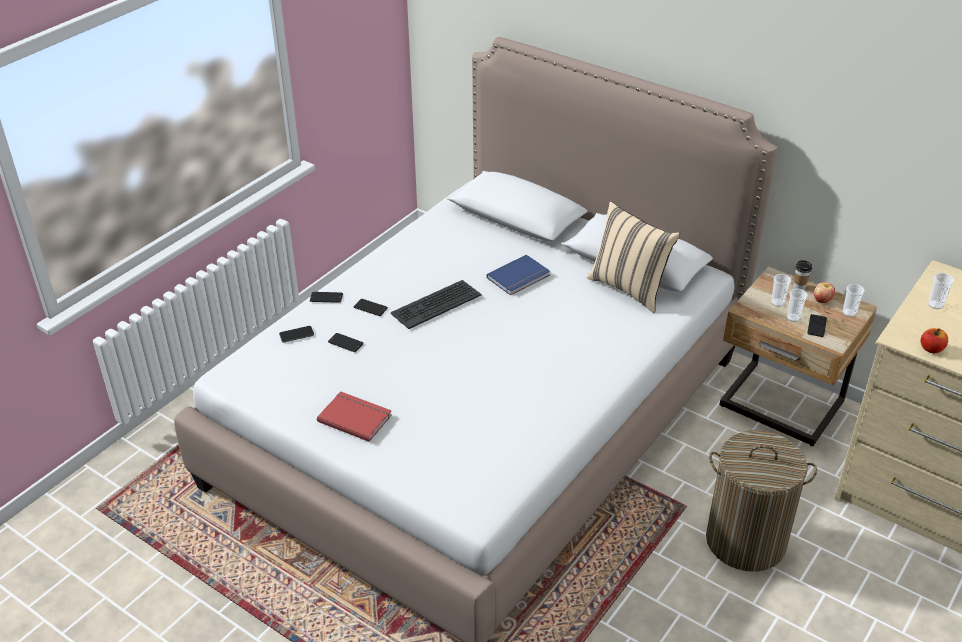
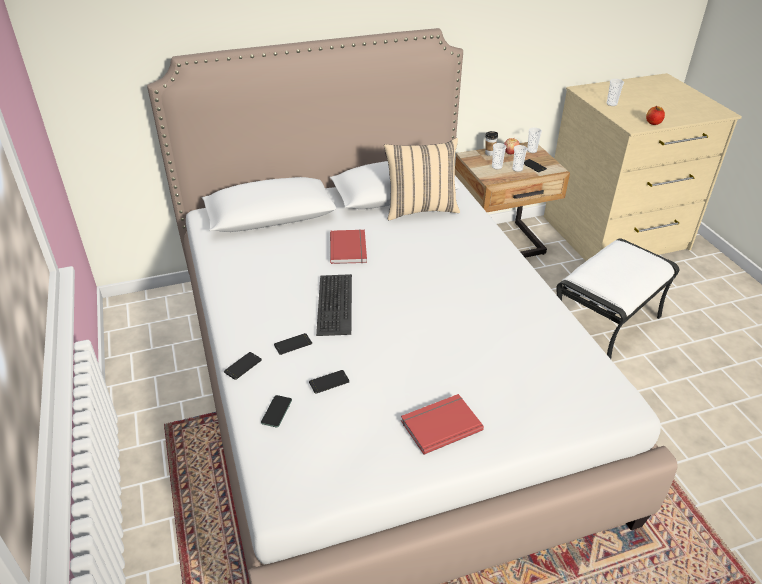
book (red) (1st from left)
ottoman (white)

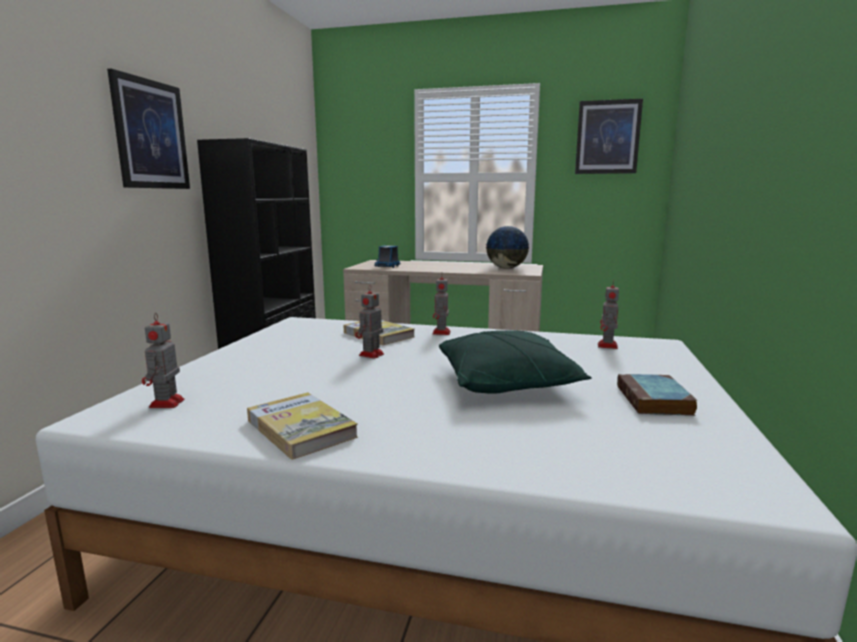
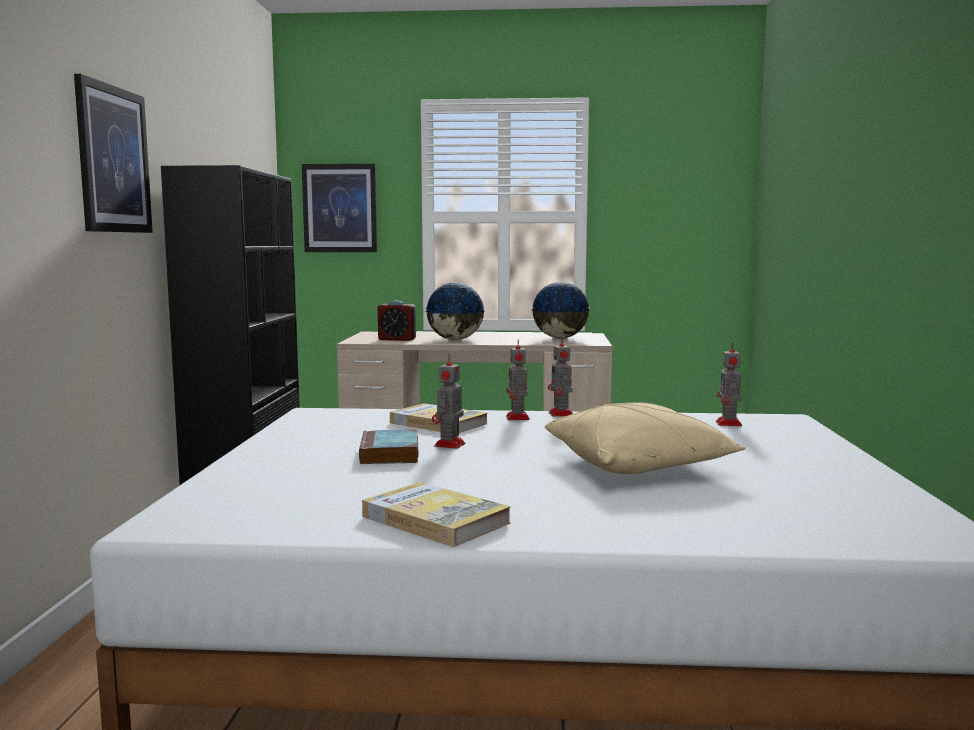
picture (2nd from left)
book (1st from left)
alarm clock
globe (1st from left)
pillow (beige)
toy robot (3rd from left)

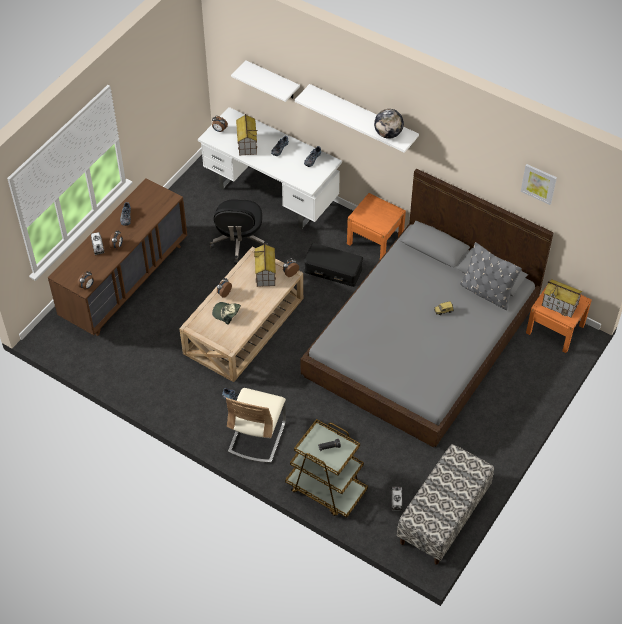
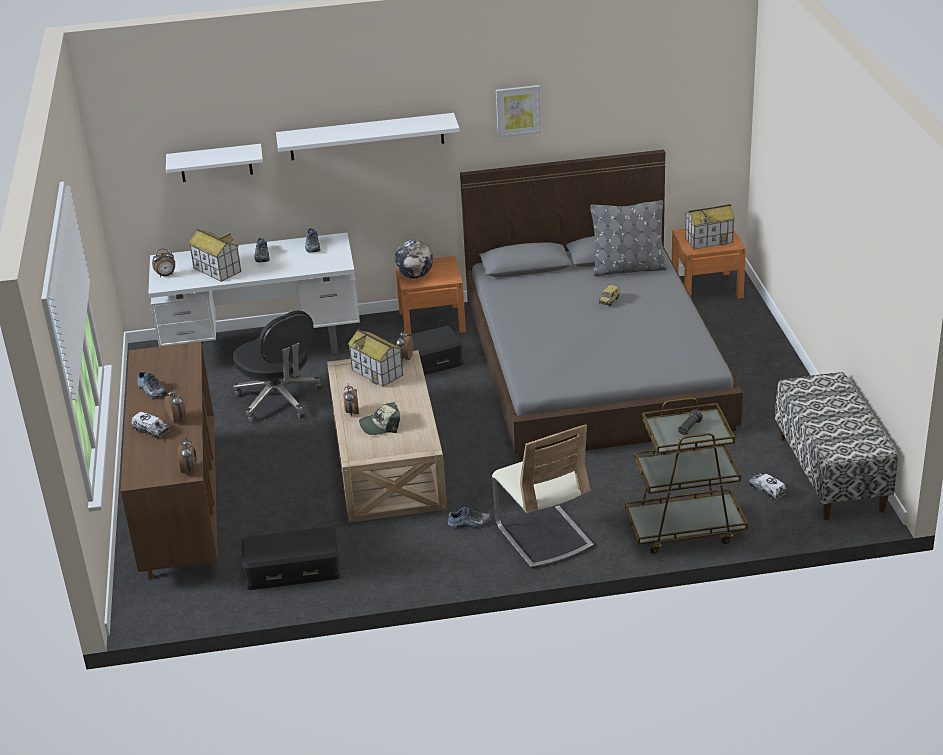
storage box (black) (1st from left)
globe
picture

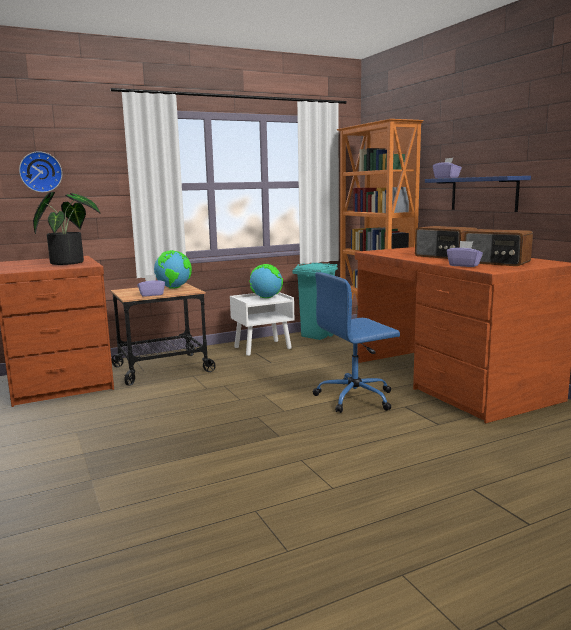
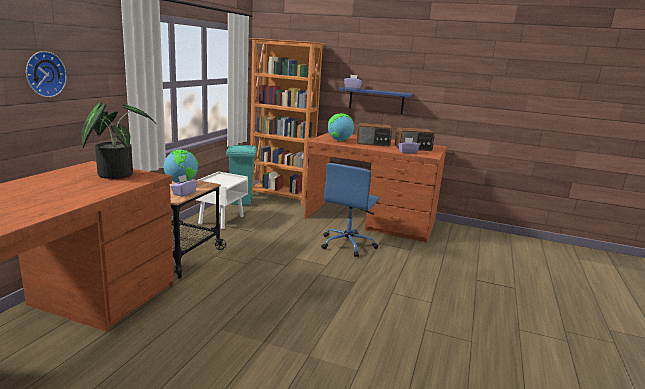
globe (2nd from left)

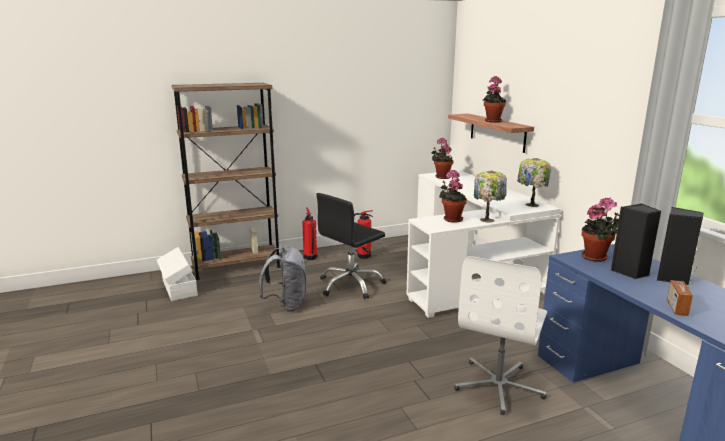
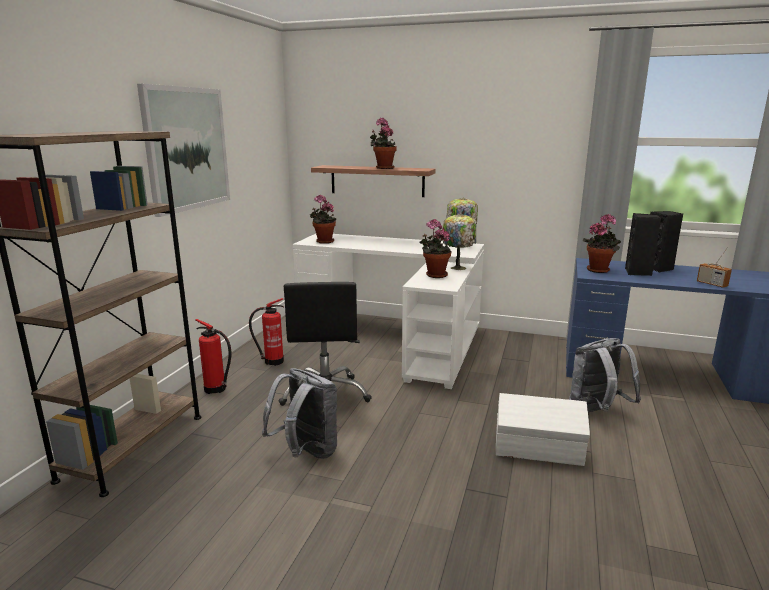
picture
storage box (white)
backpack (grey) (2nd from left)

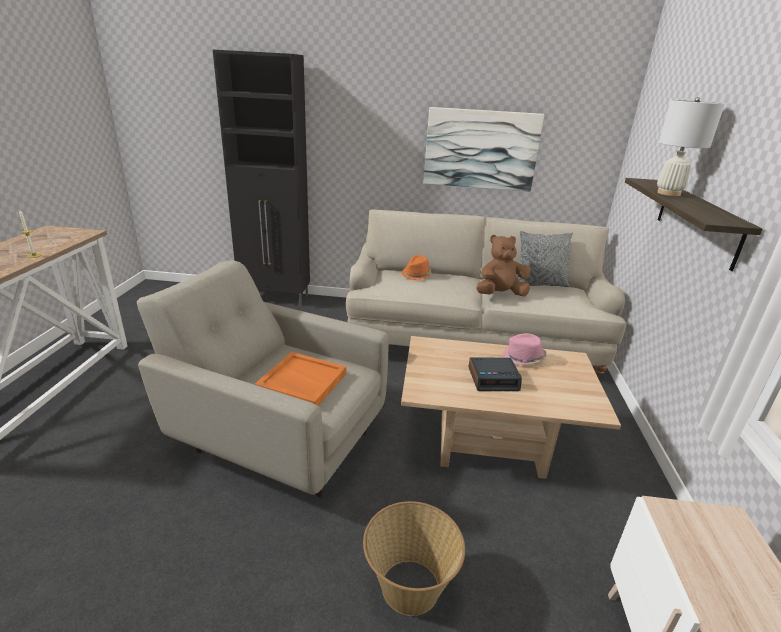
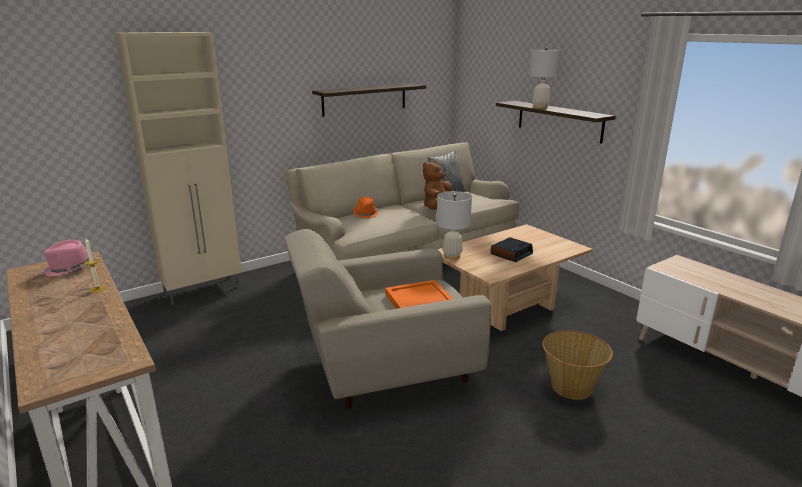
hat (pink)
cabinet (beige)
shelf (1st from left)
table lamp (white) (1st from left)

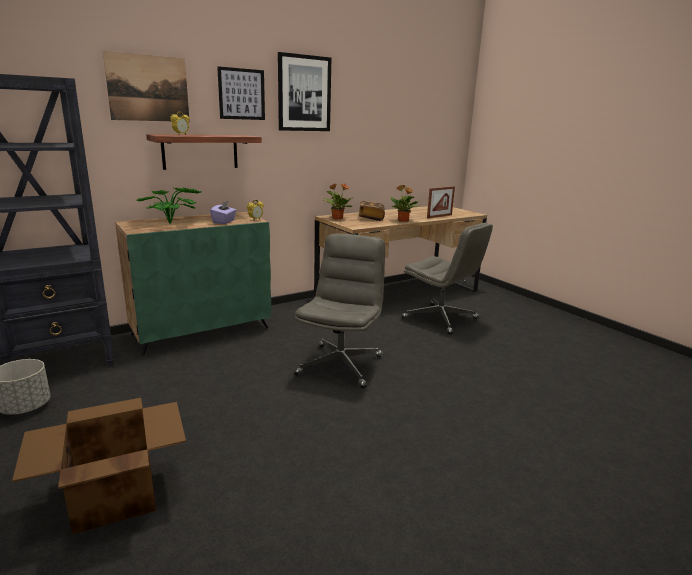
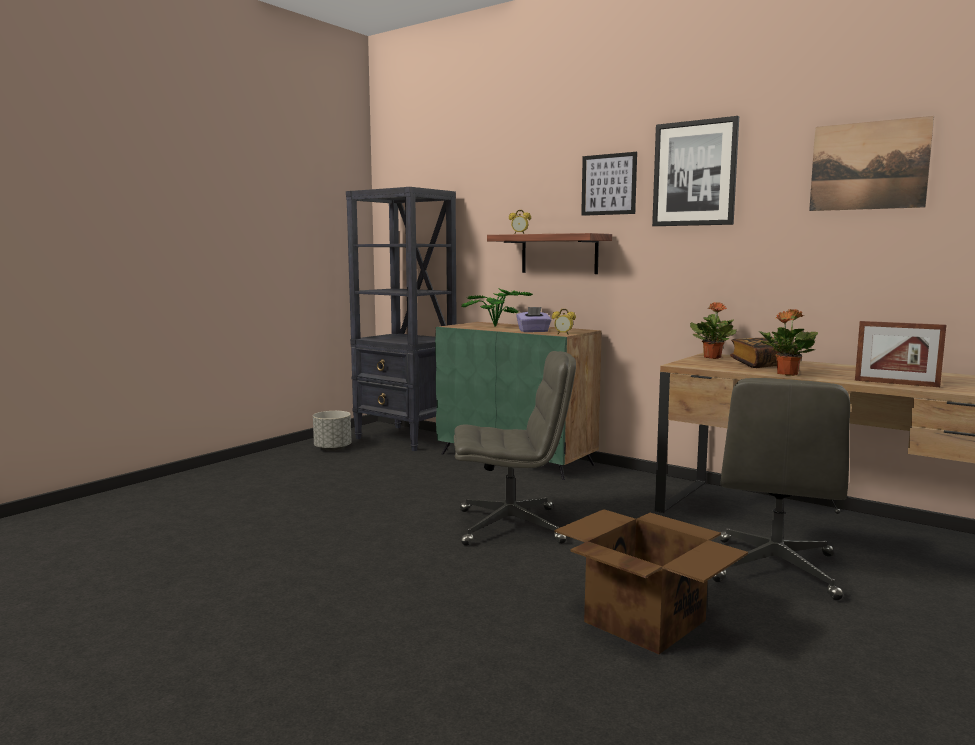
cardboard box
picture (3rd from left)

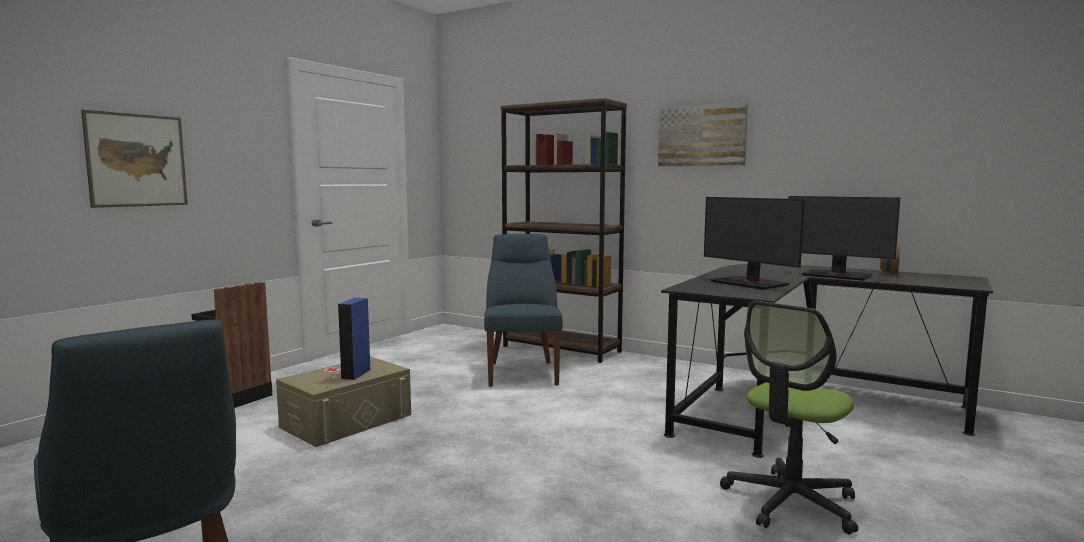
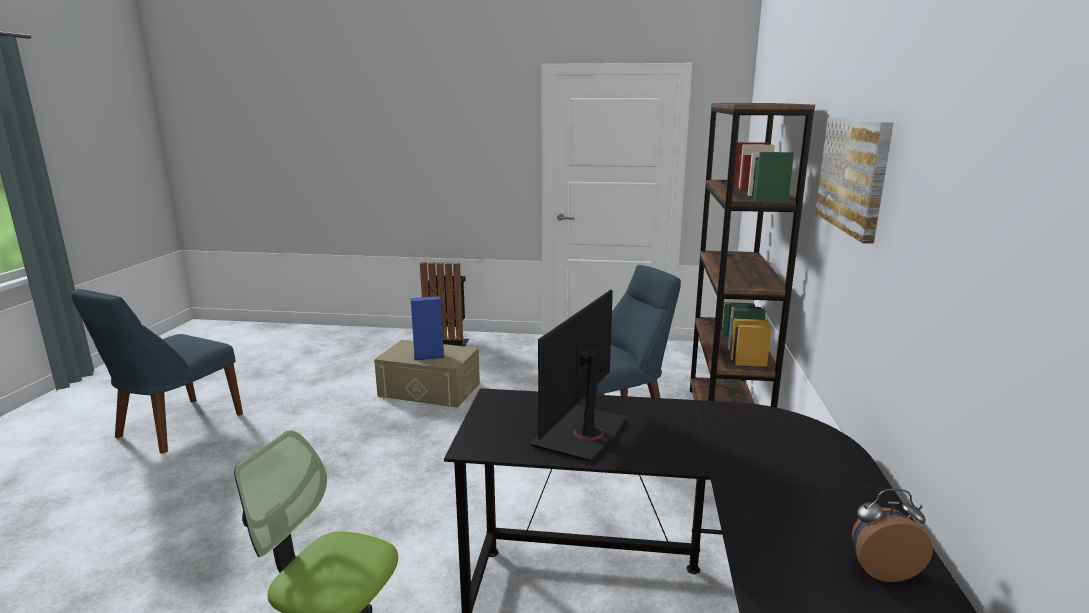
picture (1st from left in the first image)
monitor (2nd from left in the first image)

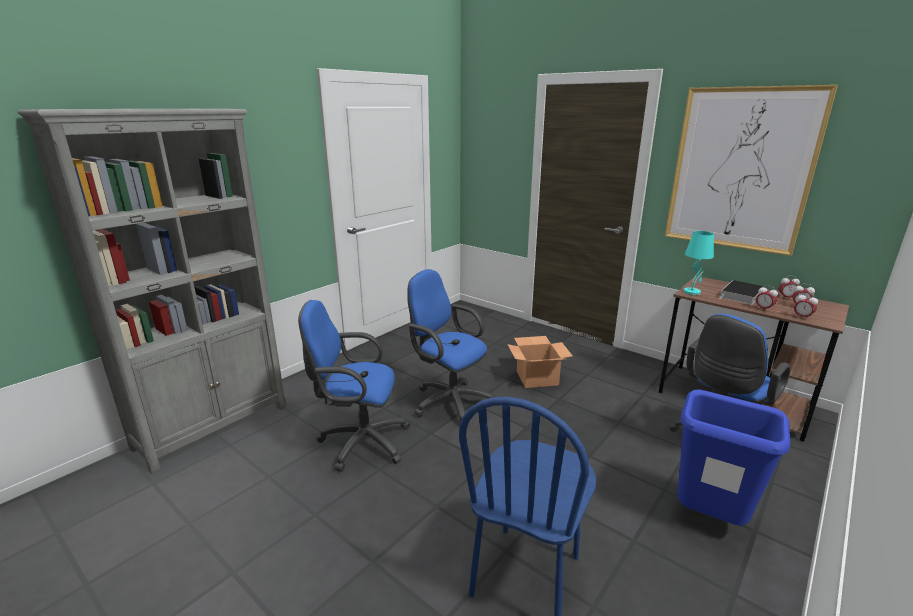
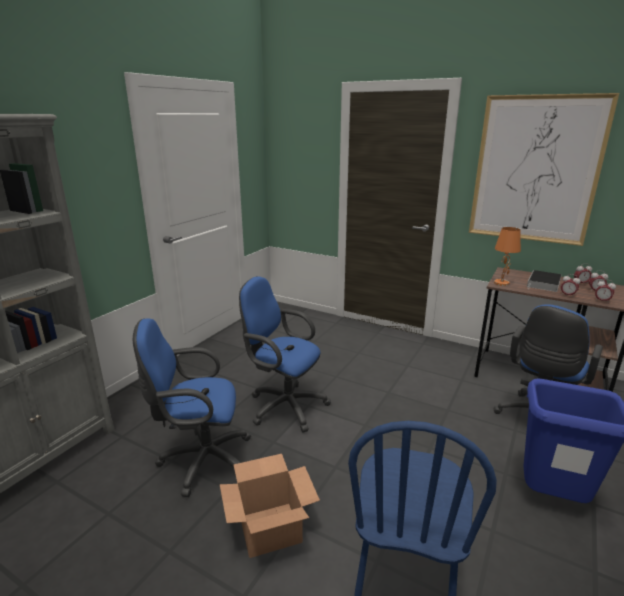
cardboard box
table lamp (orange)

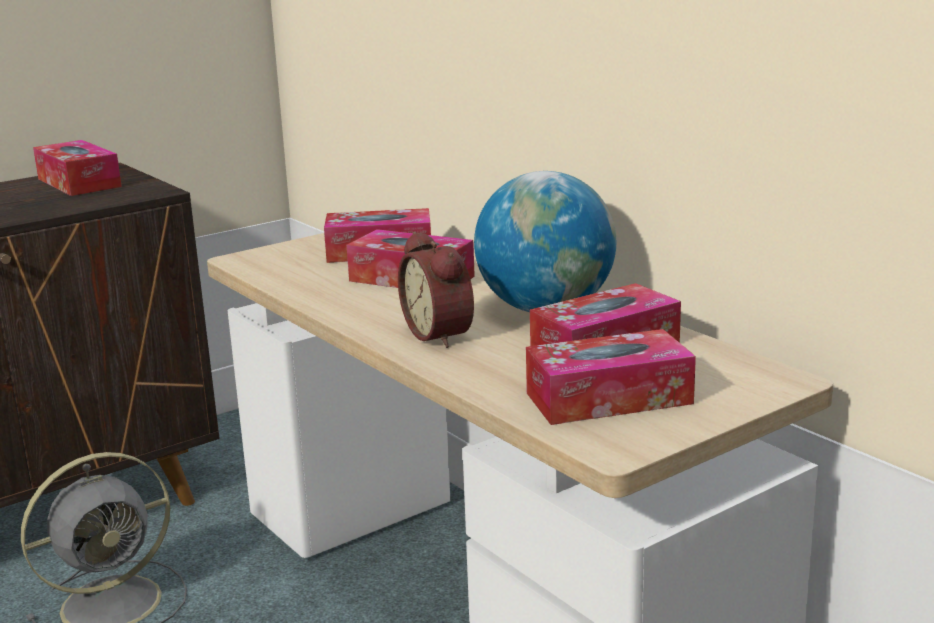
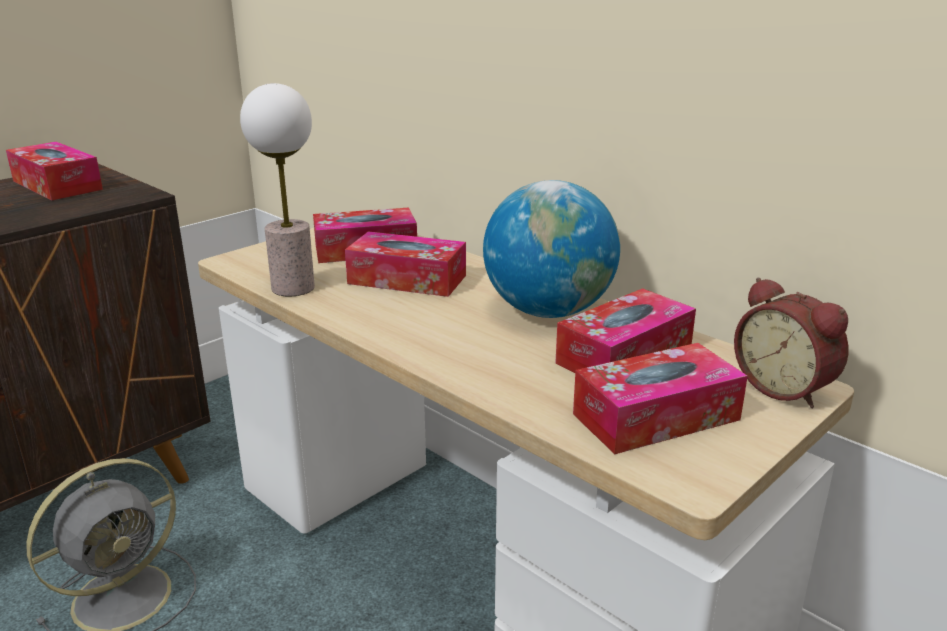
table lamp
alarm clock

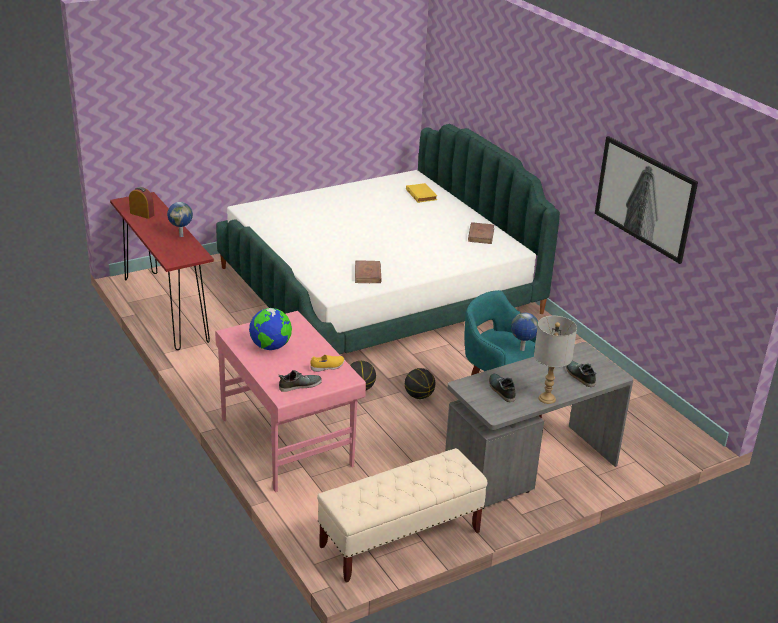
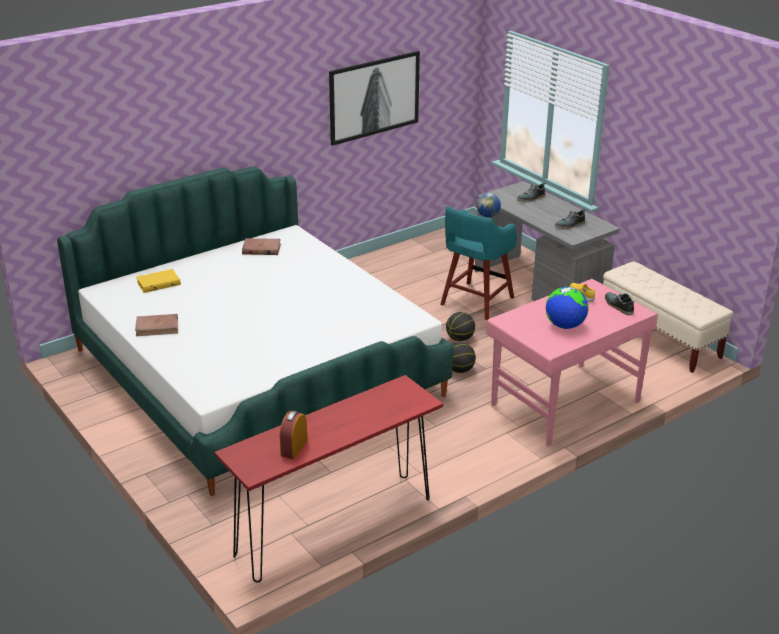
book (brown) (1st from left)
globe (1st from left in the first image)
table lamp (grey)

